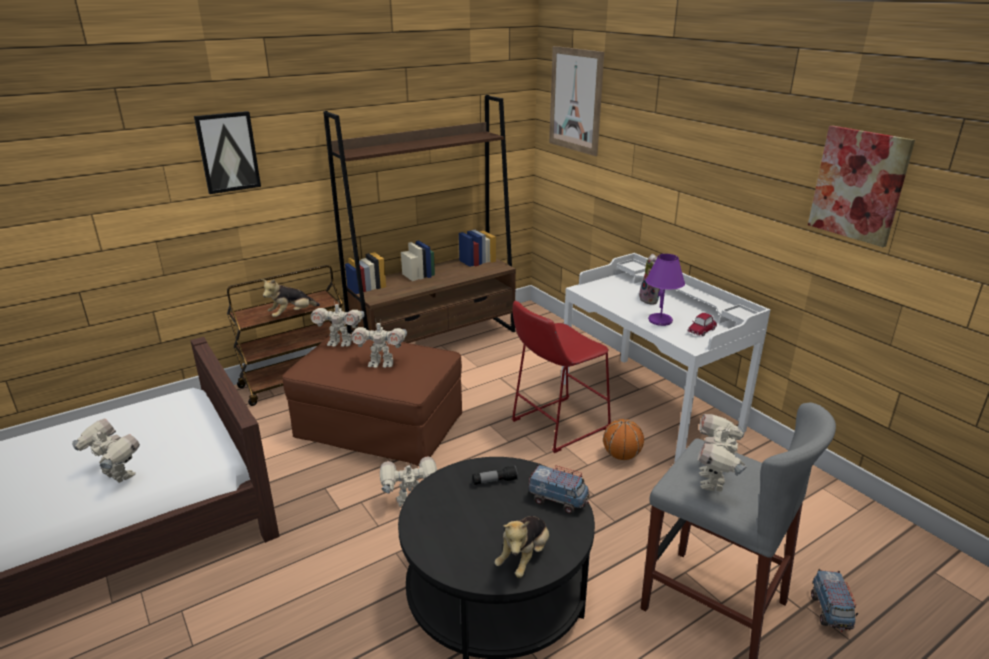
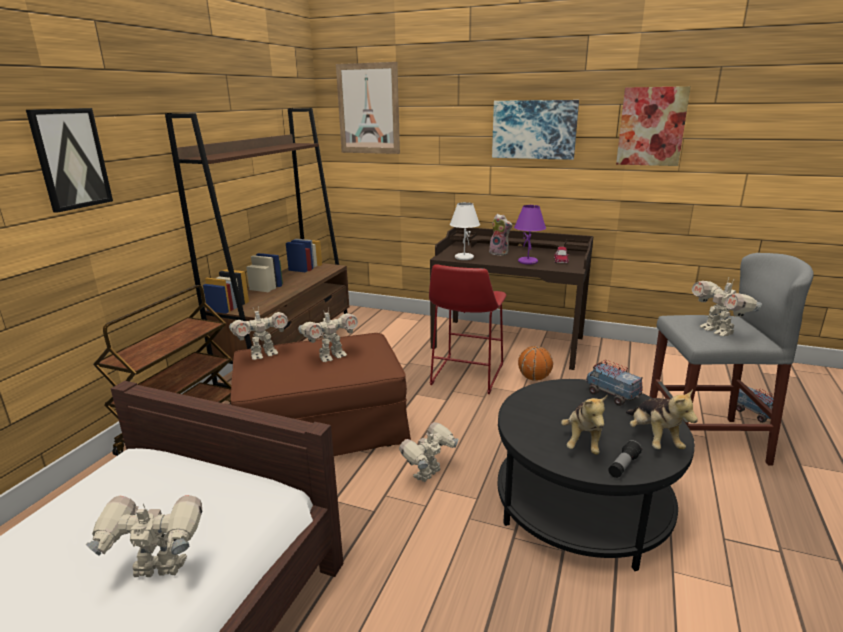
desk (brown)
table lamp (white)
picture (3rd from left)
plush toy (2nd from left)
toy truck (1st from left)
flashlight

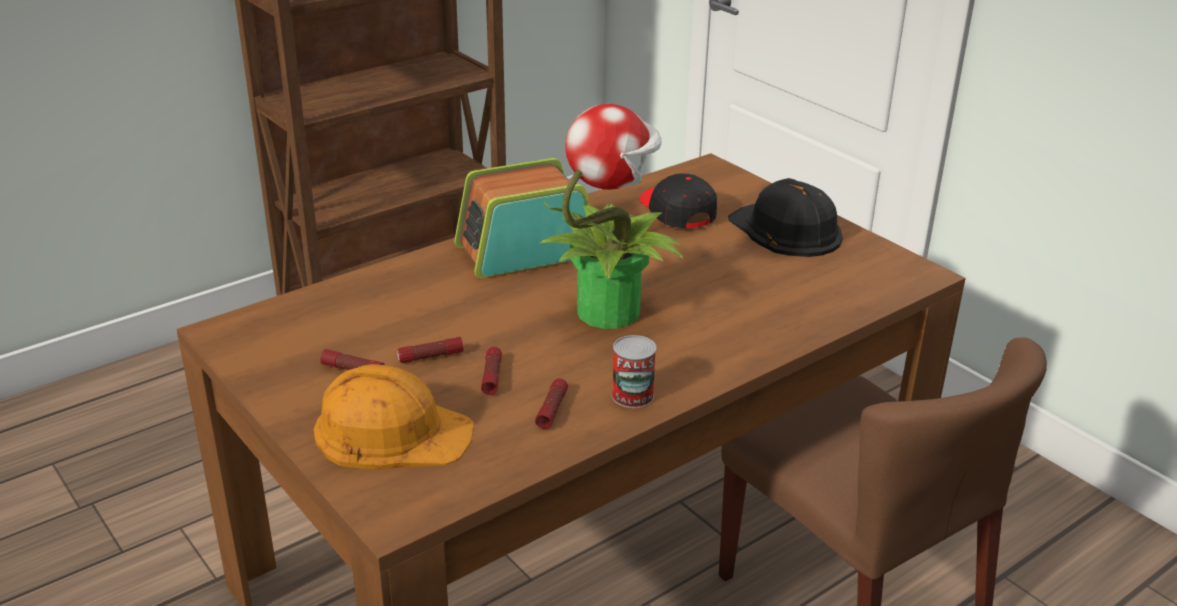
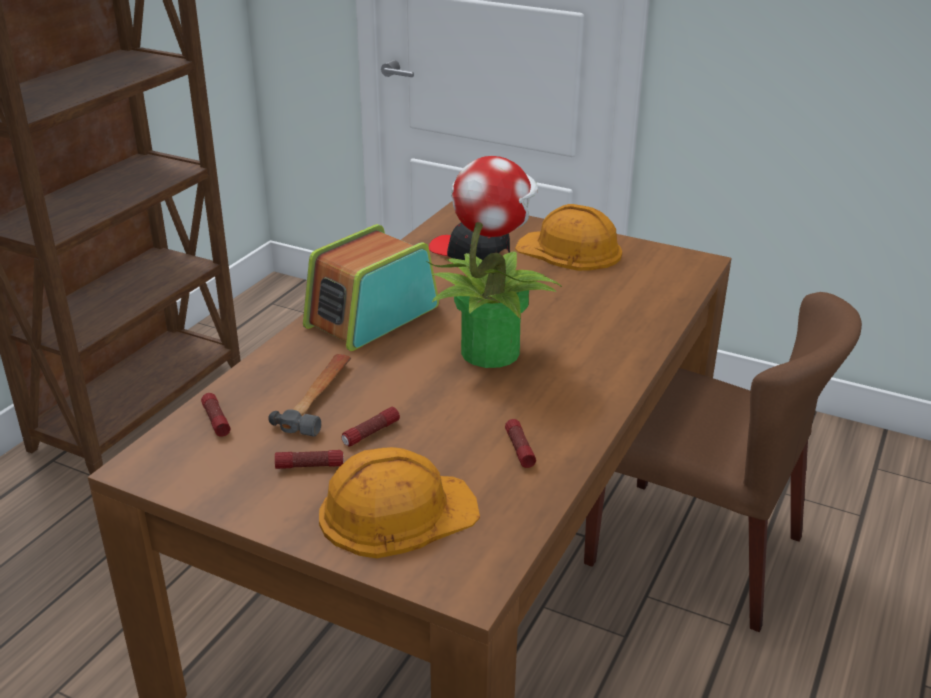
flashlight (1st from left)
hammer
hard hat (orange) (2nd from left)
can

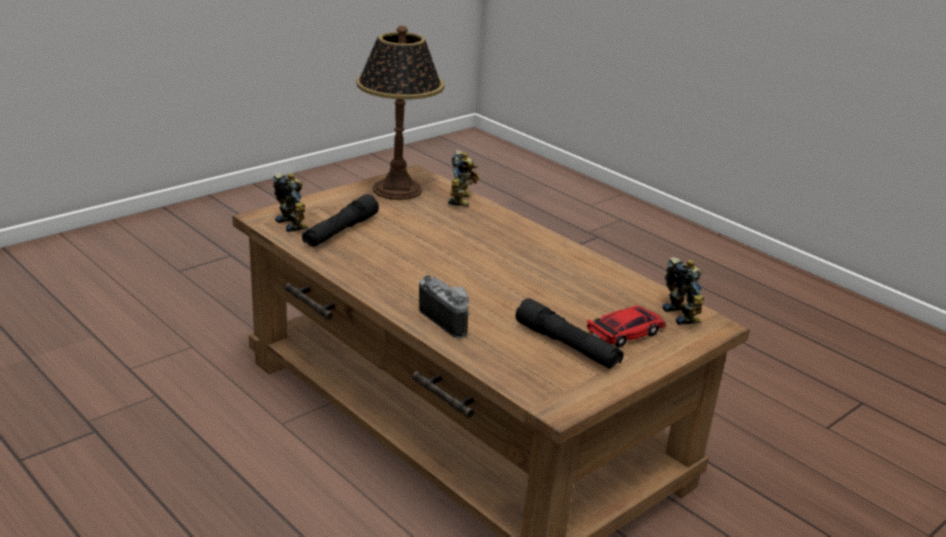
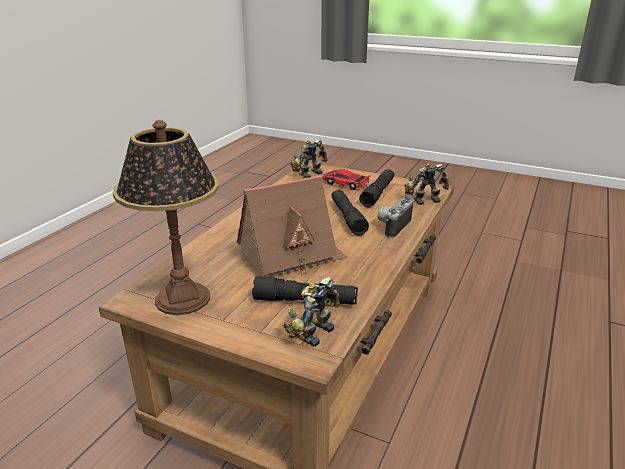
toy house
flashlight (black) (2nd from left)
toy robot (3rd from left)

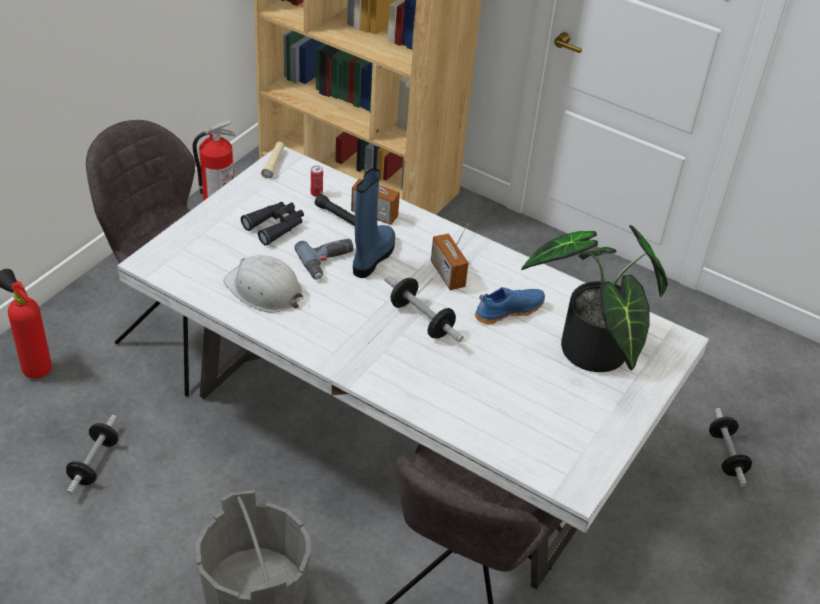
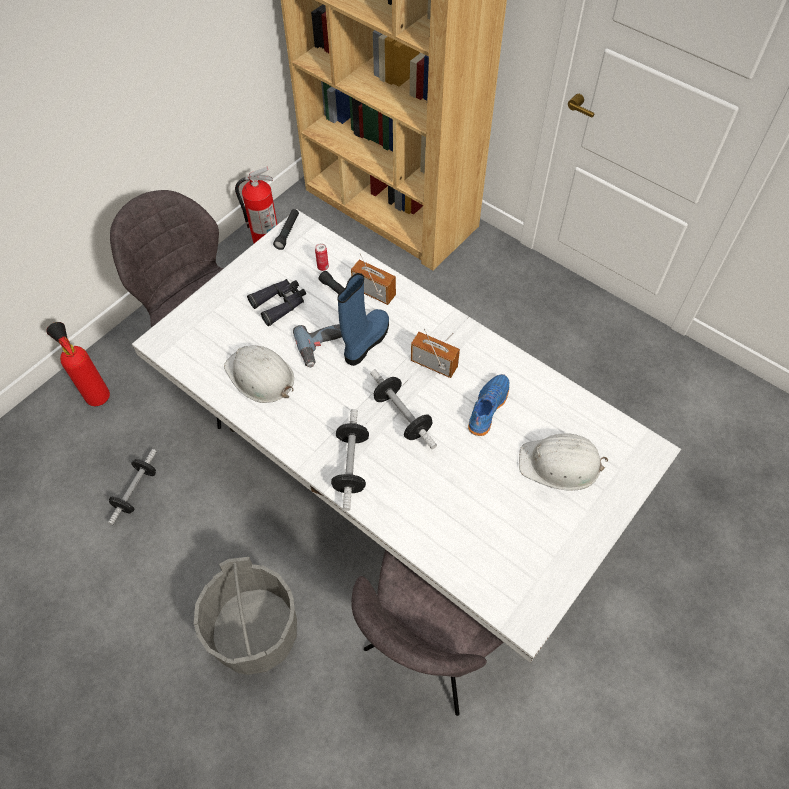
flashlight (black) (1st from left)
dumbbell (2nd from left)
radio (2nd from left)
shoe (blue)
hard hat (white) (2nd from left)

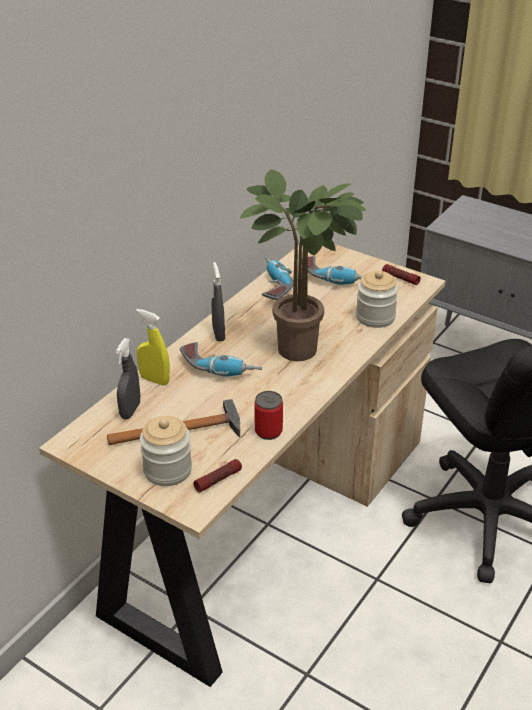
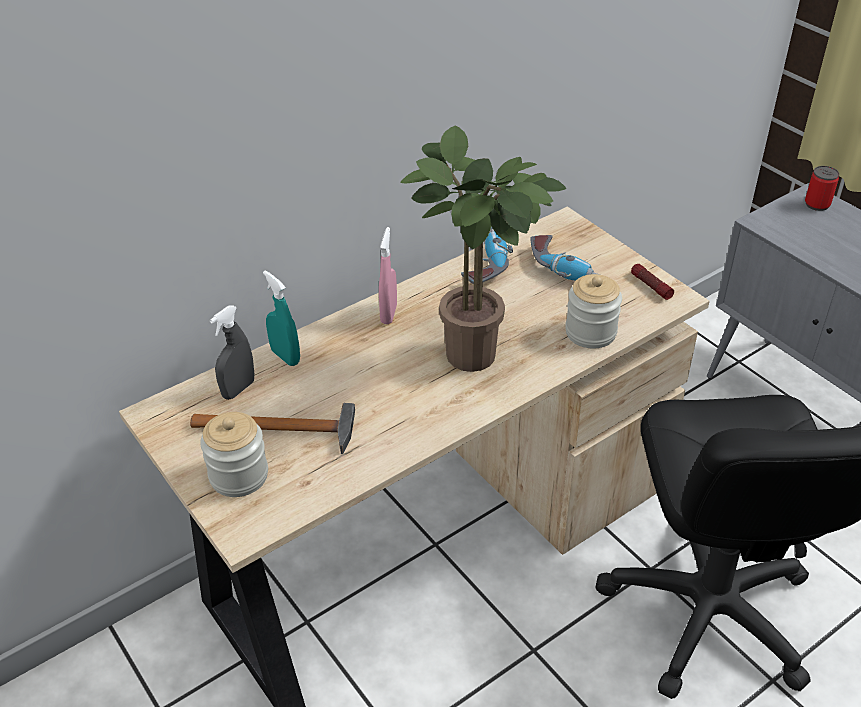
spray bottle (turquoise)
spray bottle (pink)
can
power drill (1st from left in the first image)
flashlight (1st from left in the first image)

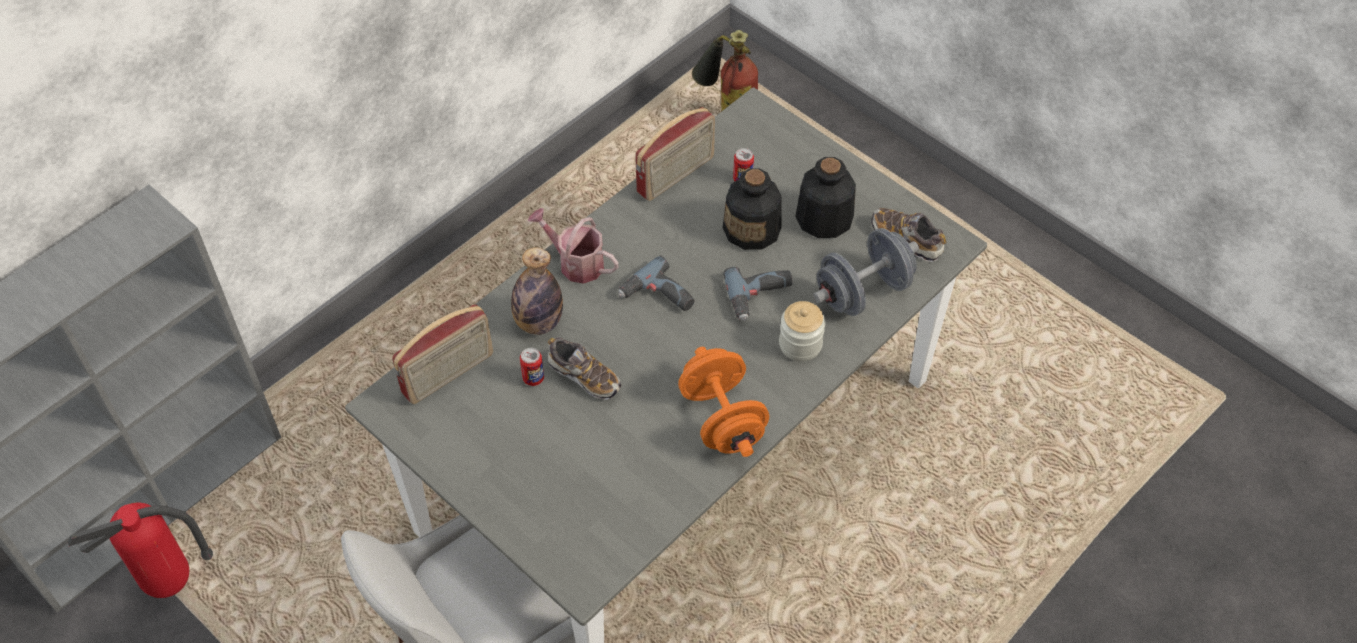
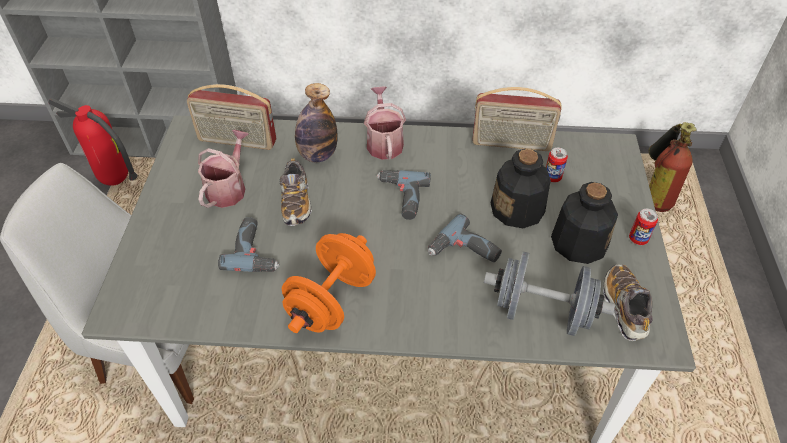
watering can (1st from left)
power drill (1st from left)
can (2nd from left)
jar

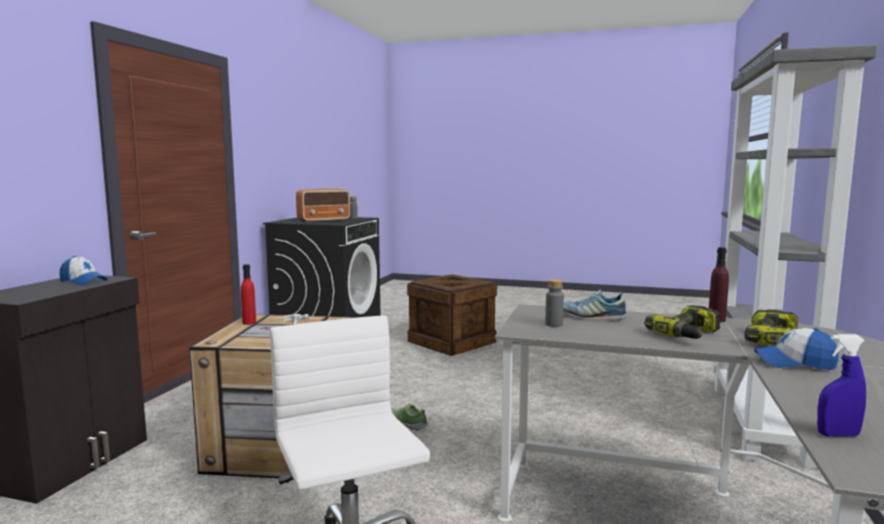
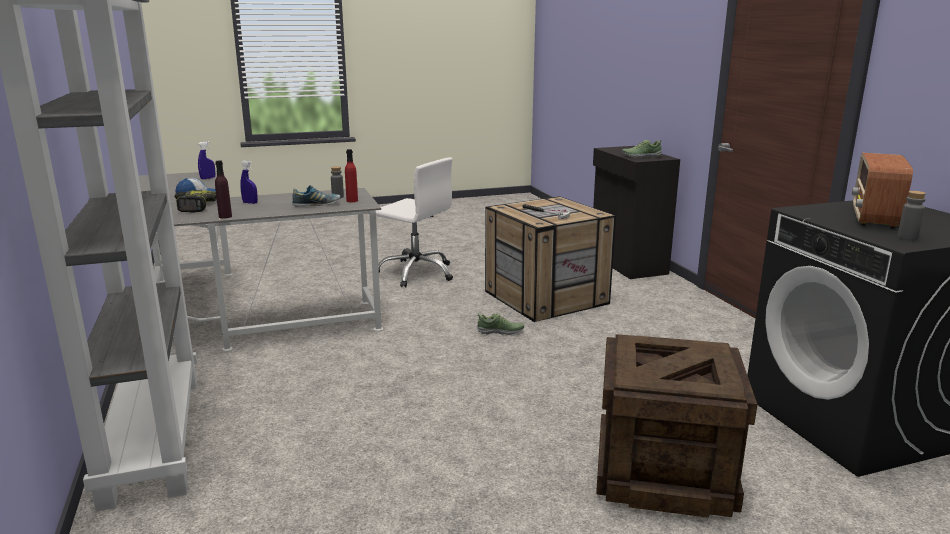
spray bottle (blue) (2nd from left)
bottle (red)
shoe (3rd from left)

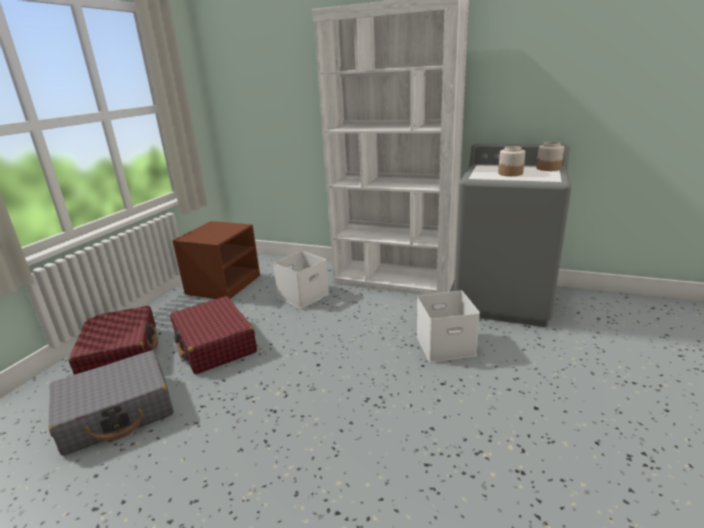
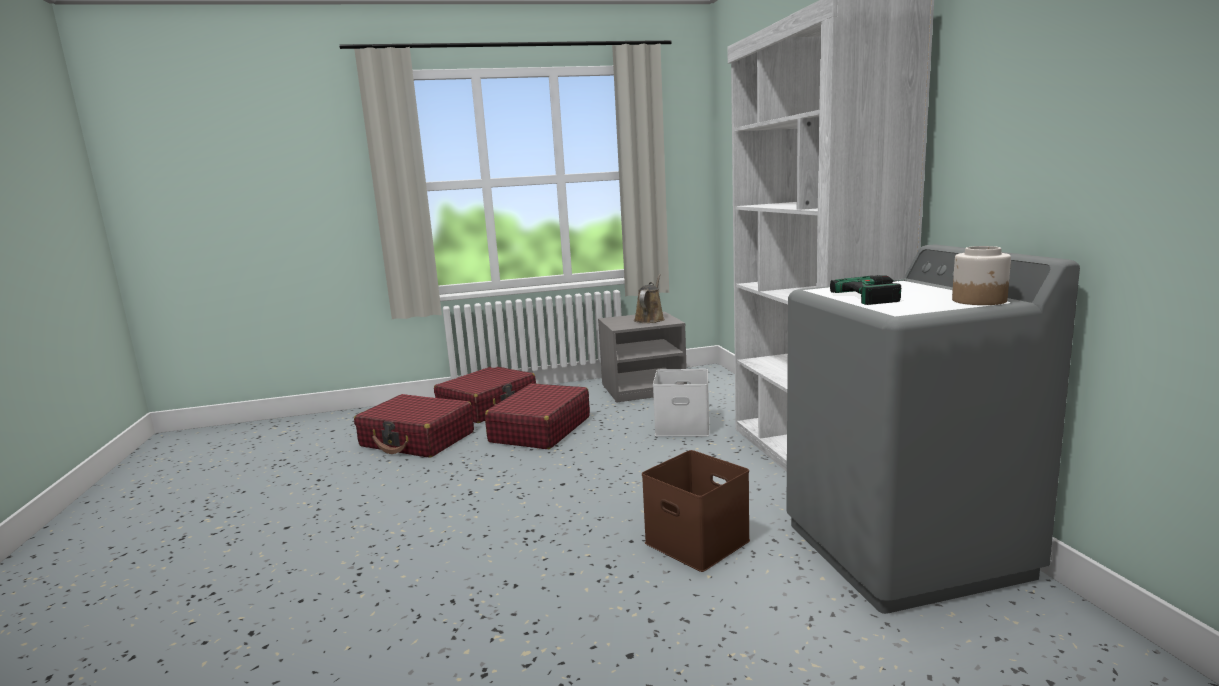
suitcase (red) (1st from left)
nightstand (grey)
watering can (brown)
storage box (brown)
power drill

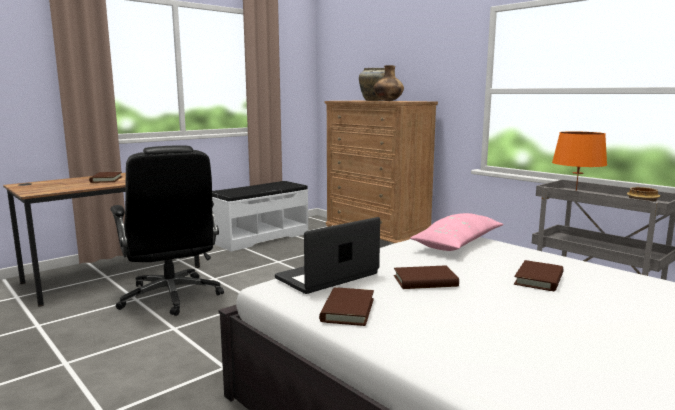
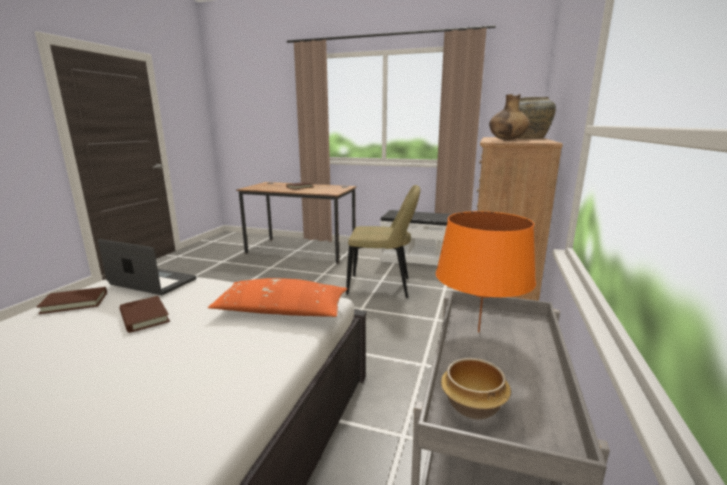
pillow (orange)
chair (beige)
office chair (black)
book (brown) (4th from left in the first image)

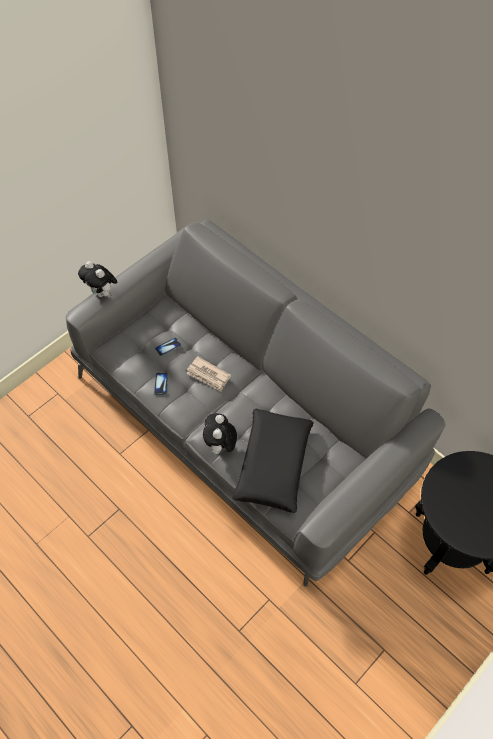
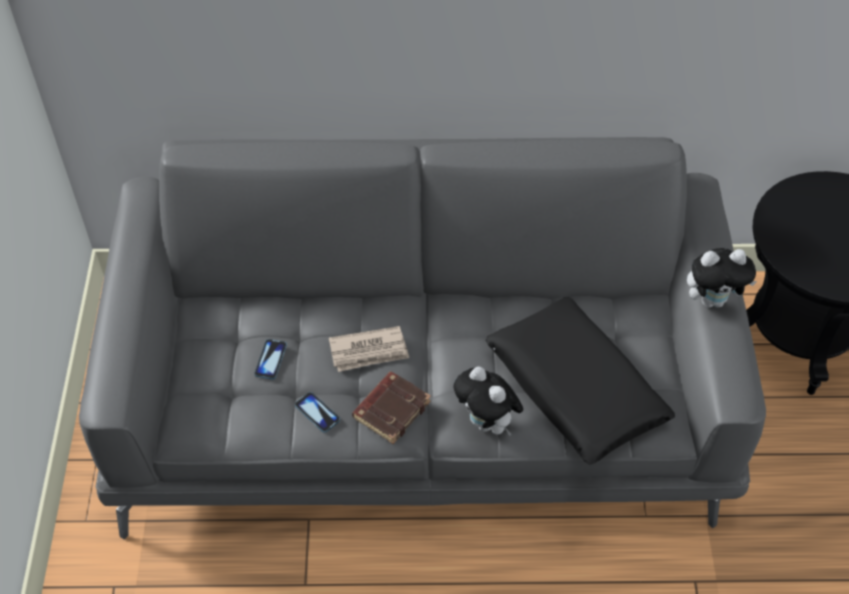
book (brown)
plush toy (2nd from left)

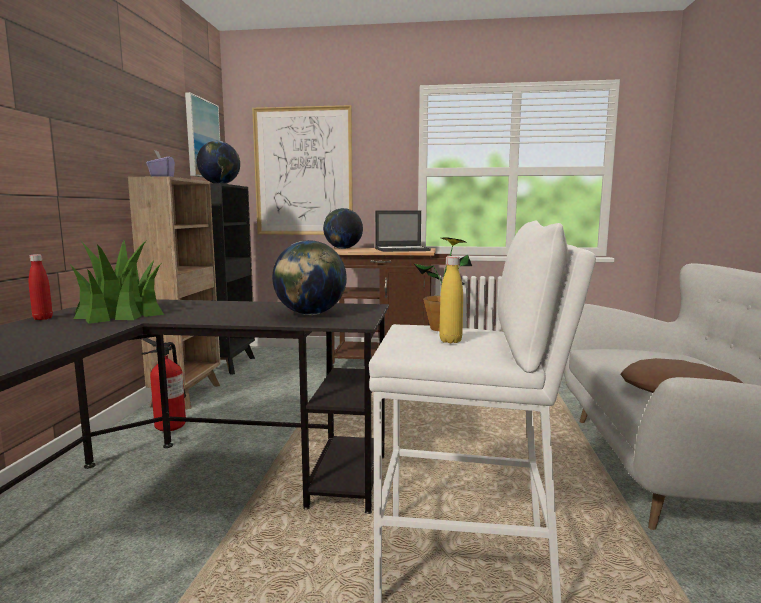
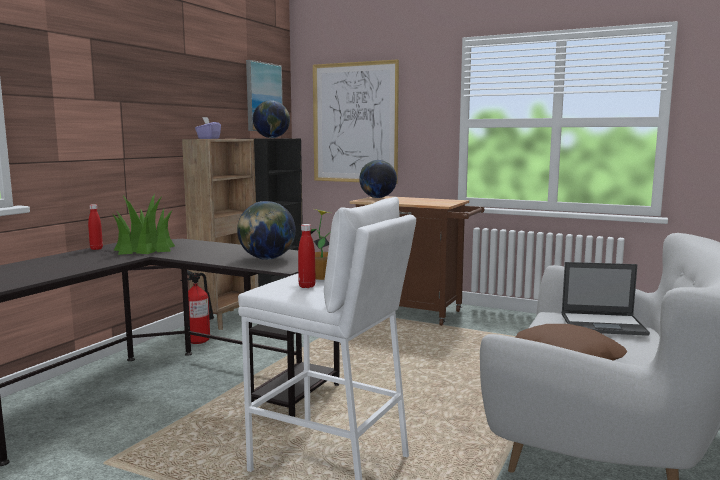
bottle (red) (2nd from left)
laptop

